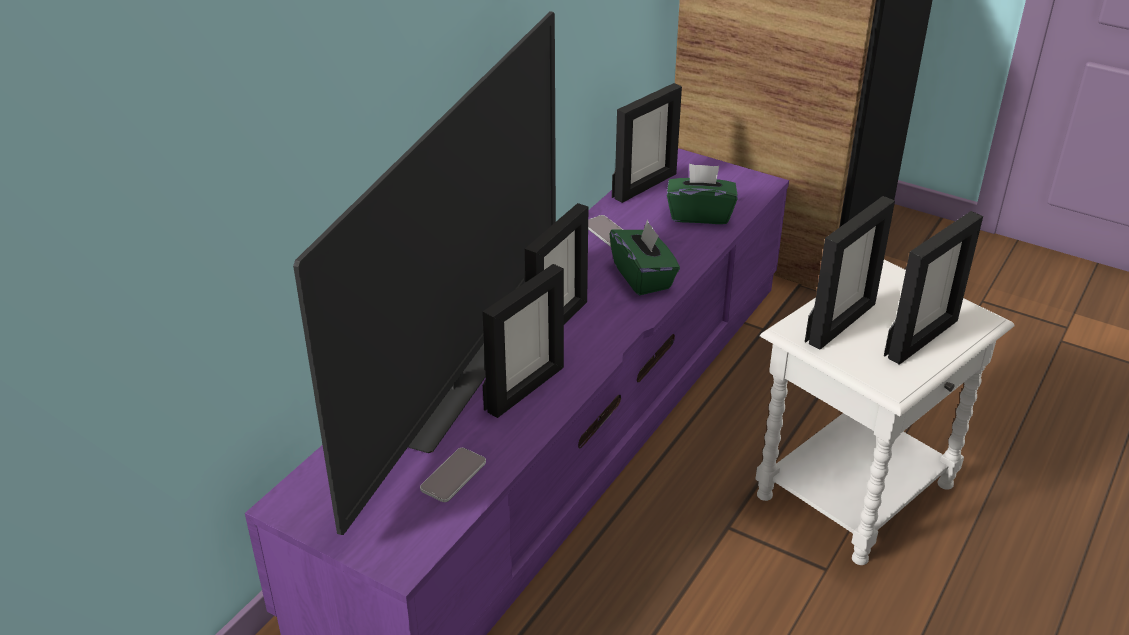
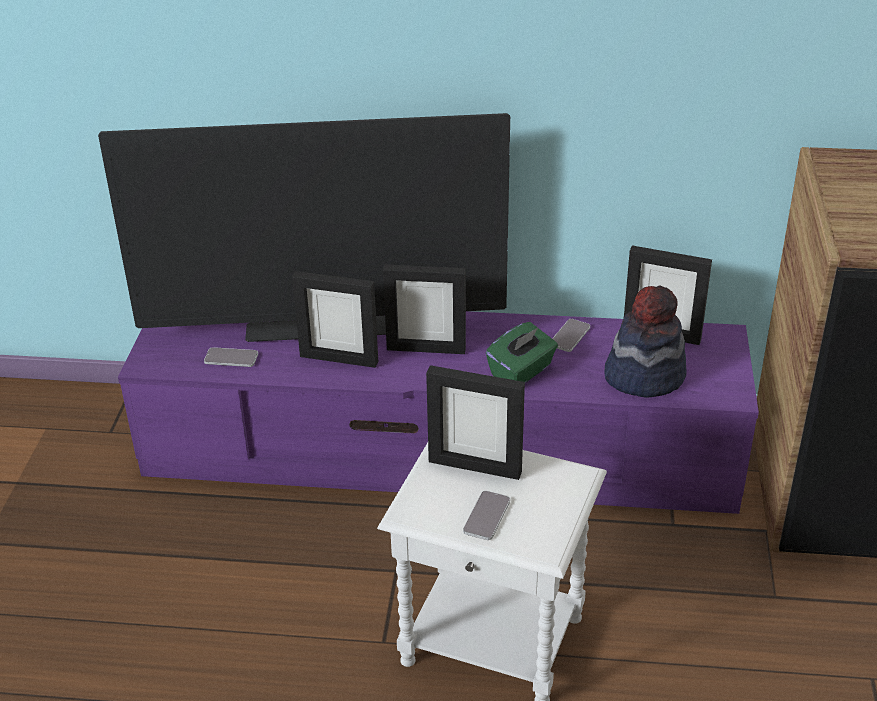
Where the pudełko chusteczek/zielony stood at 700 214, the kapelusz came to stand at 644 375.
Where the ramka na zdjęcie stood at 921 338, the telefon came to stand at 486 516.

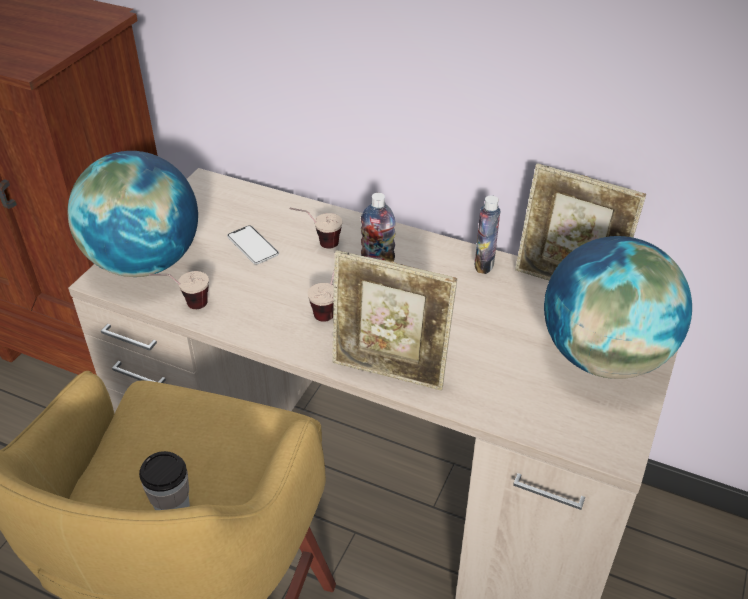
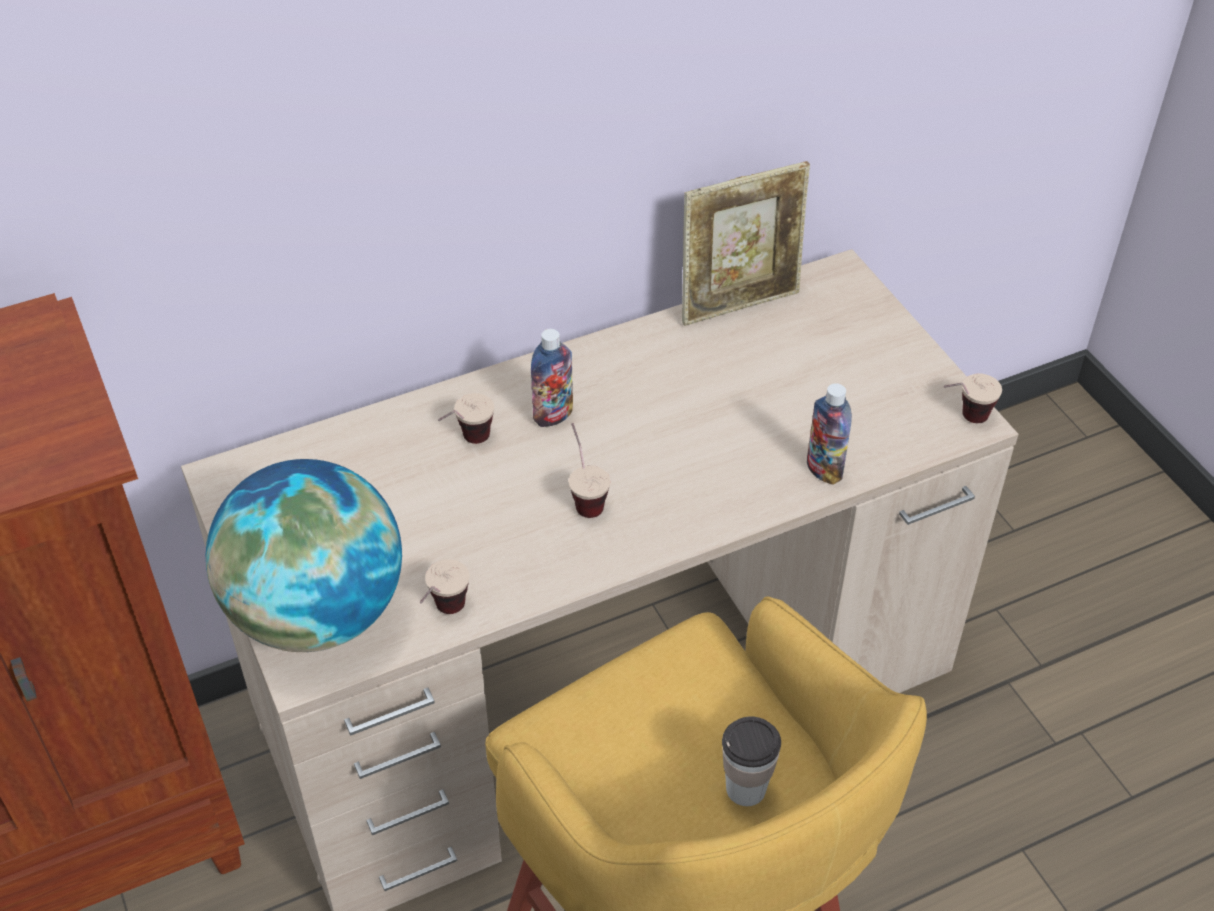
The second view lost the telefon at 252 246.
The second view lost the ramka na zdjęcie at 389 372.
The butelka ended up elsewhere, having gone from 484 264 to 824 470.
The second view lost the globus at 603 356.
The second view gained the filiżanka at 962 420.

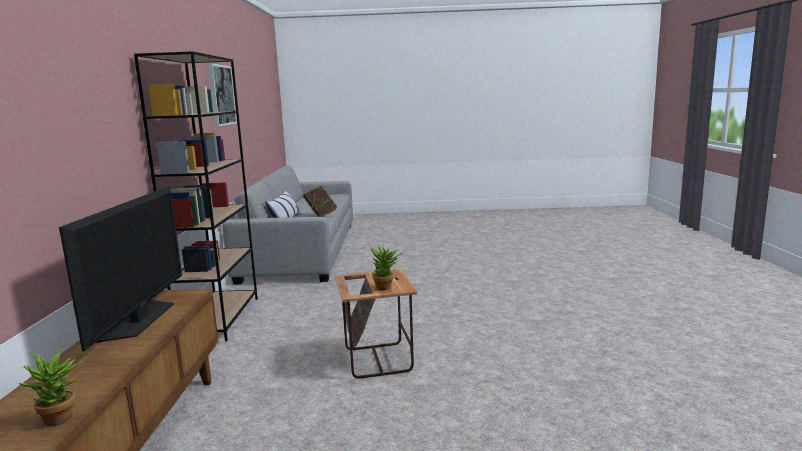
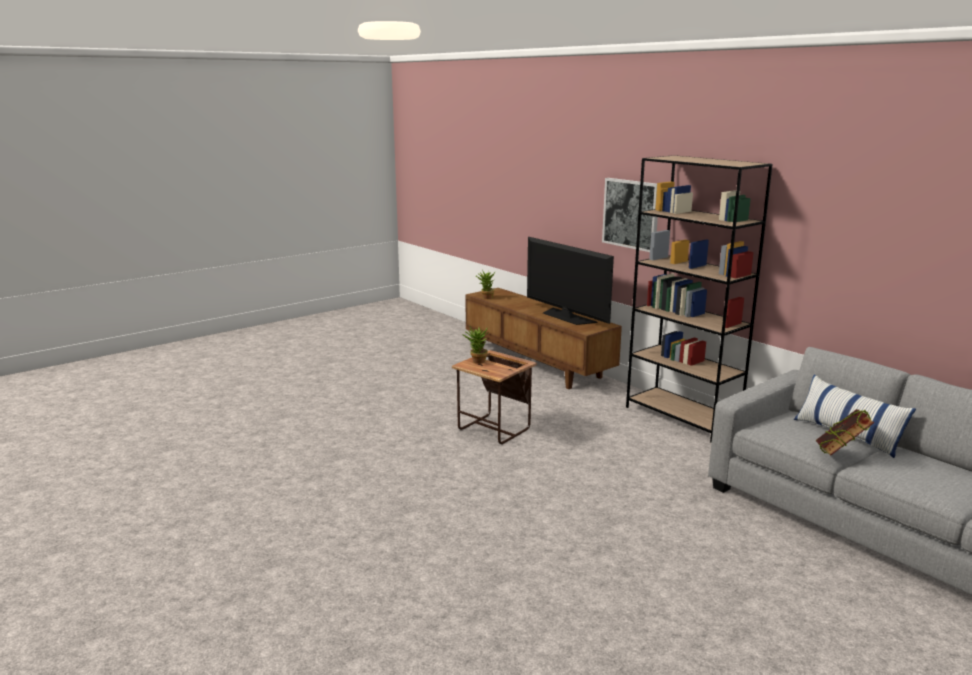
The obraz ended up elsewhere, having gone from 221 95 to 631 214.

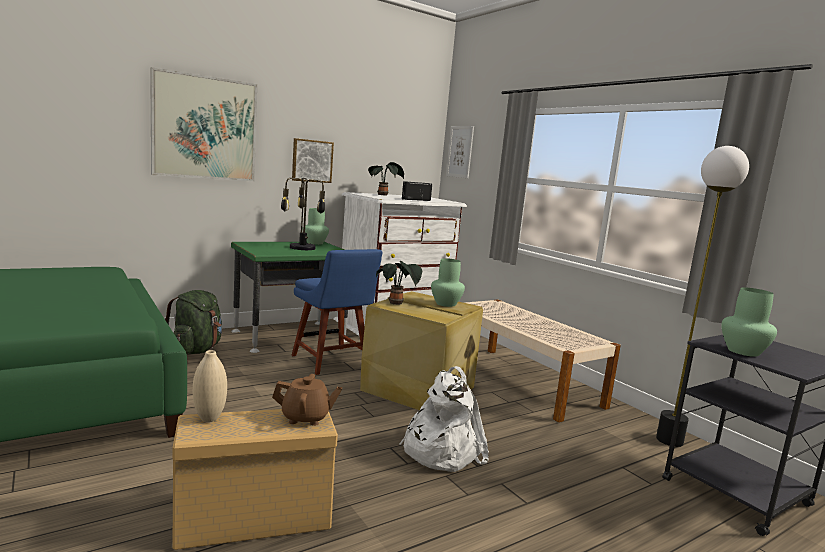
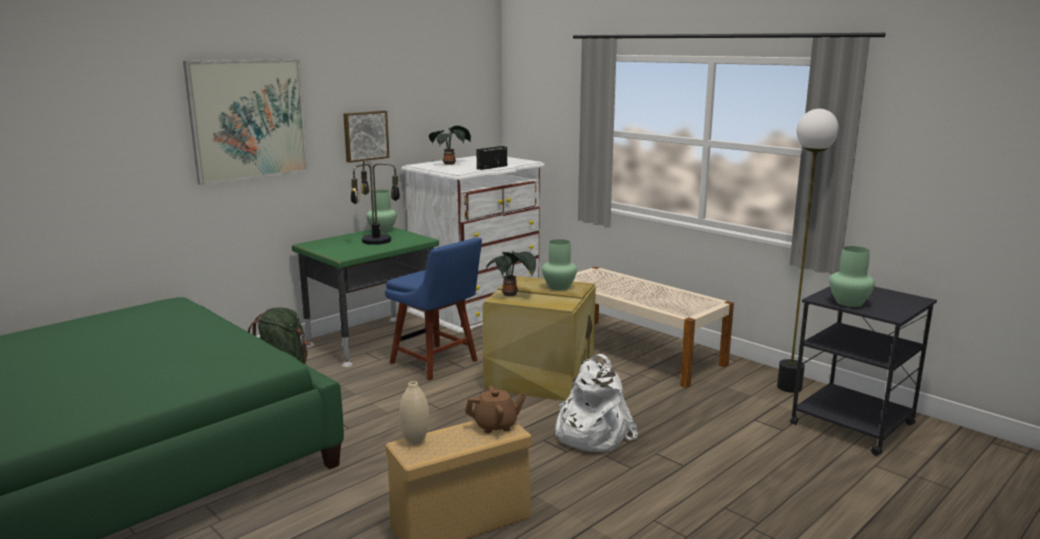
The second view lost the obraz at 460 152.

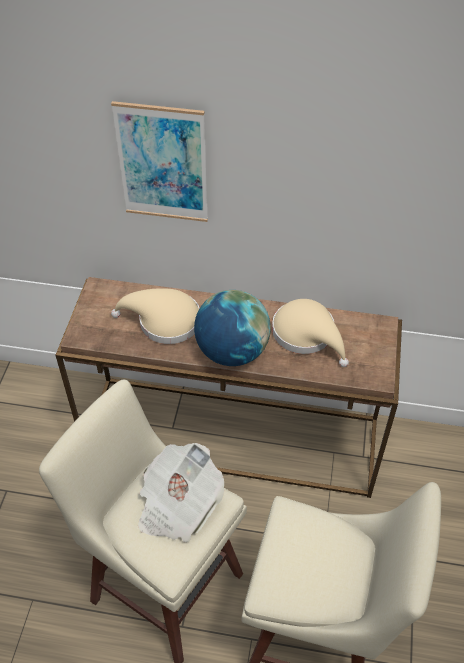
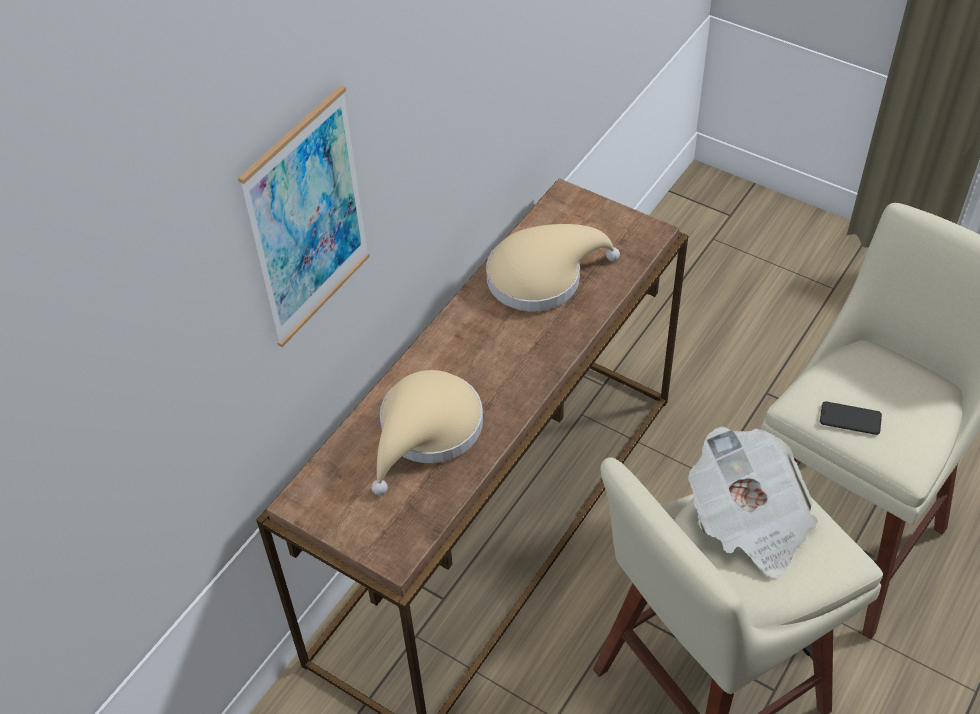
The second view lost the globus at 232 351.
The second view gained the telefon at 850 418.

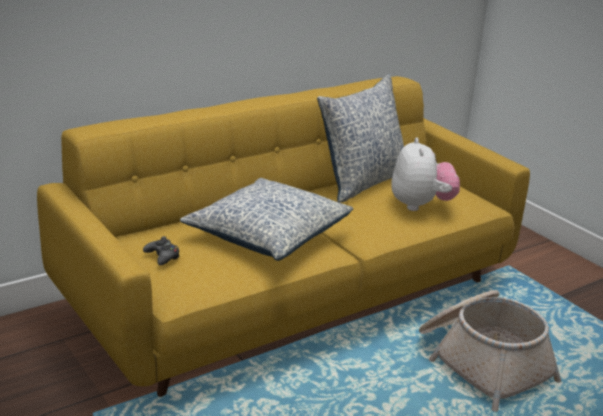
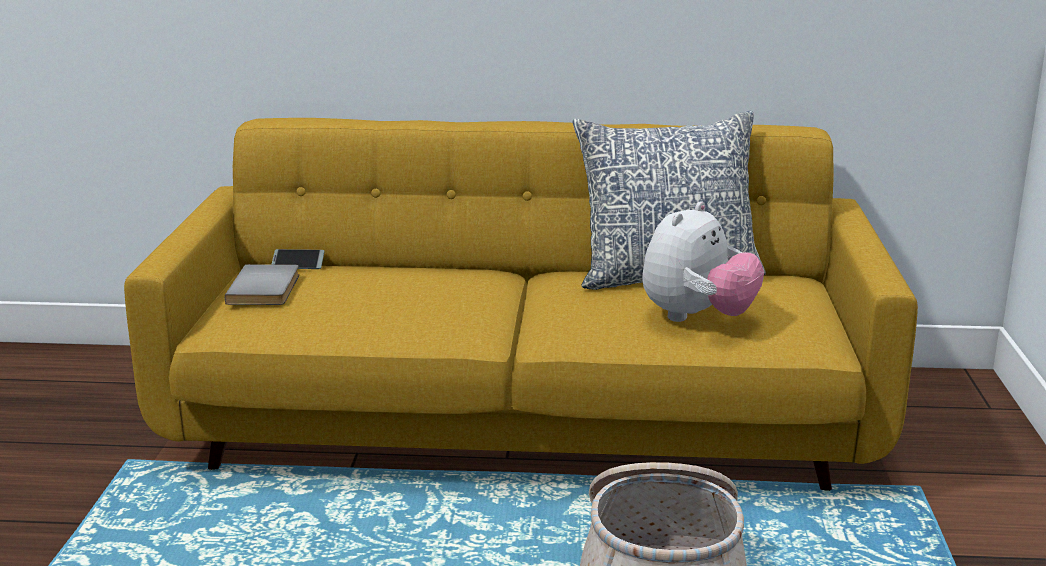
Where the pad do gier/czarny stood at 162 256, the książka/szary came to stand at 267 288.
The second view lost the poduszka at 268 234.
The second view gained the telefon at 298 265.

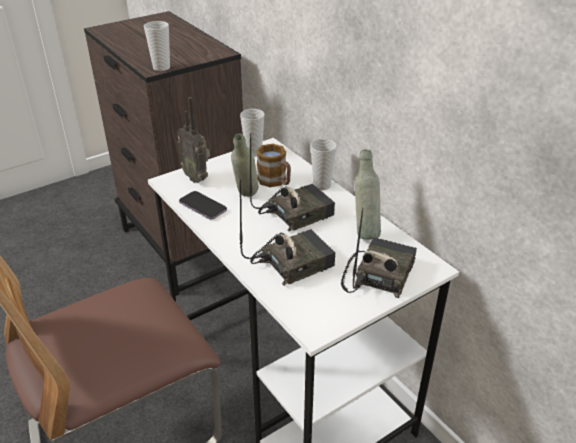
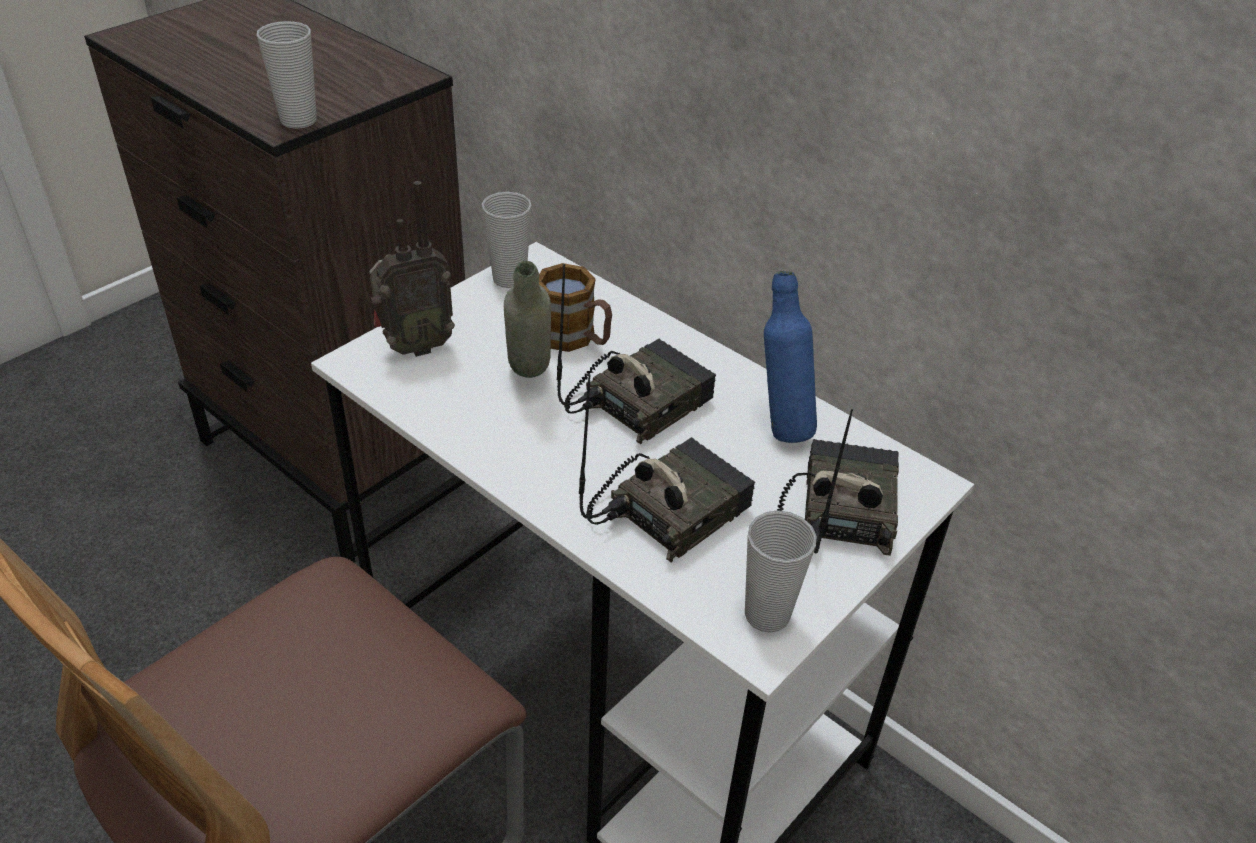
The radio at 197 177 ended up facing another way, 60 degrees counterclockwise from before.
The second view lost the telefon at 203 207.
The filiżanka ended up elsewhere, having gone from 321 185 to 767 615.
What was the butelka/szary at 364 232 turned into the butelka/niebieski at 780 426.

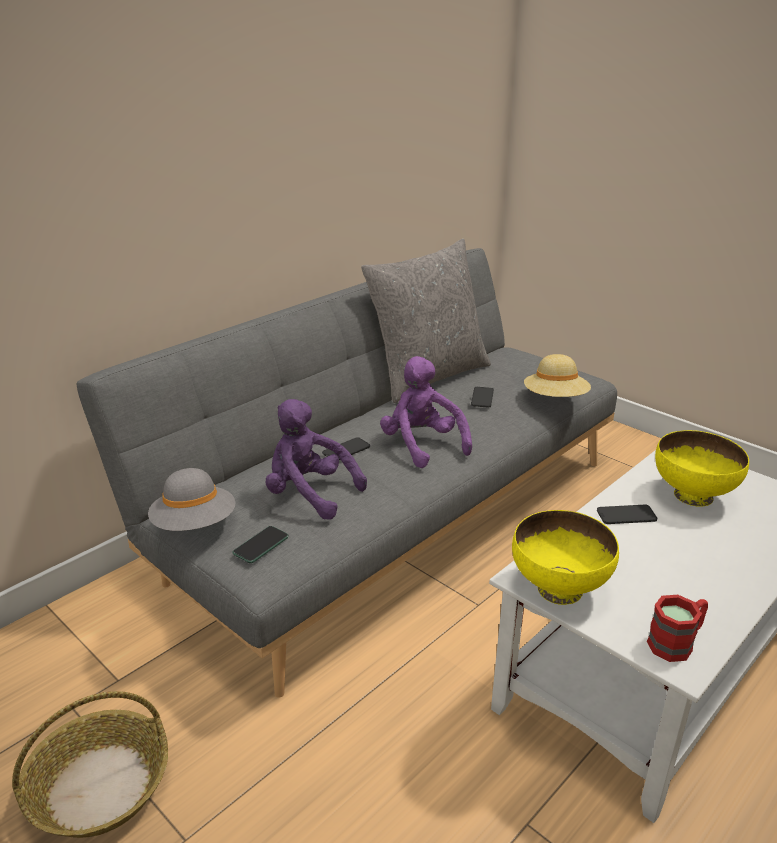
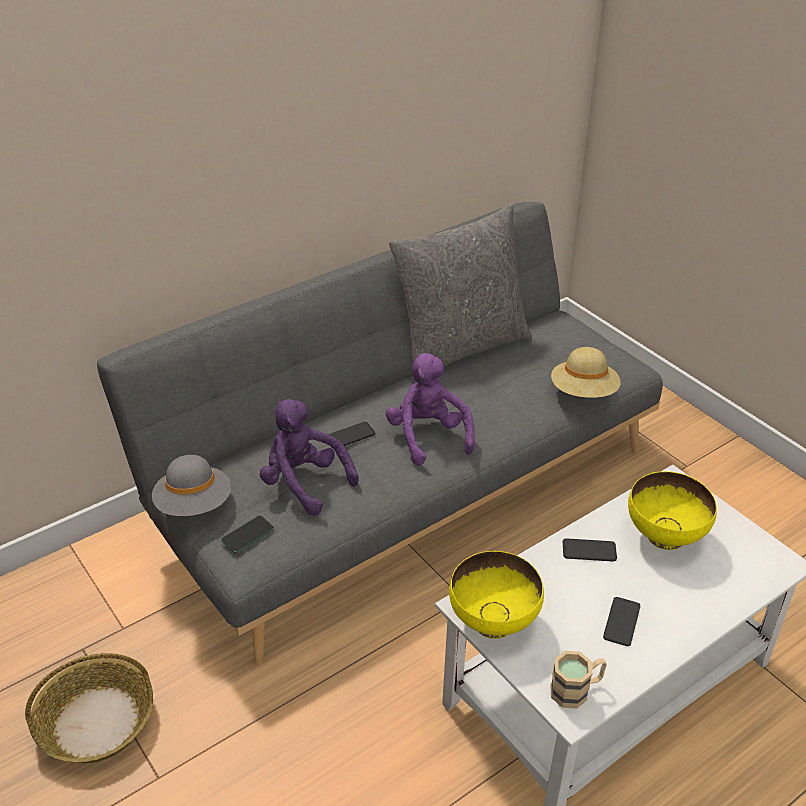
The telefon ended up elsewhere, having gone from 482 397 to 621 622.
What was the kubek/czerwony at 676 642 turned into the kubek/beżowy at 576 690.

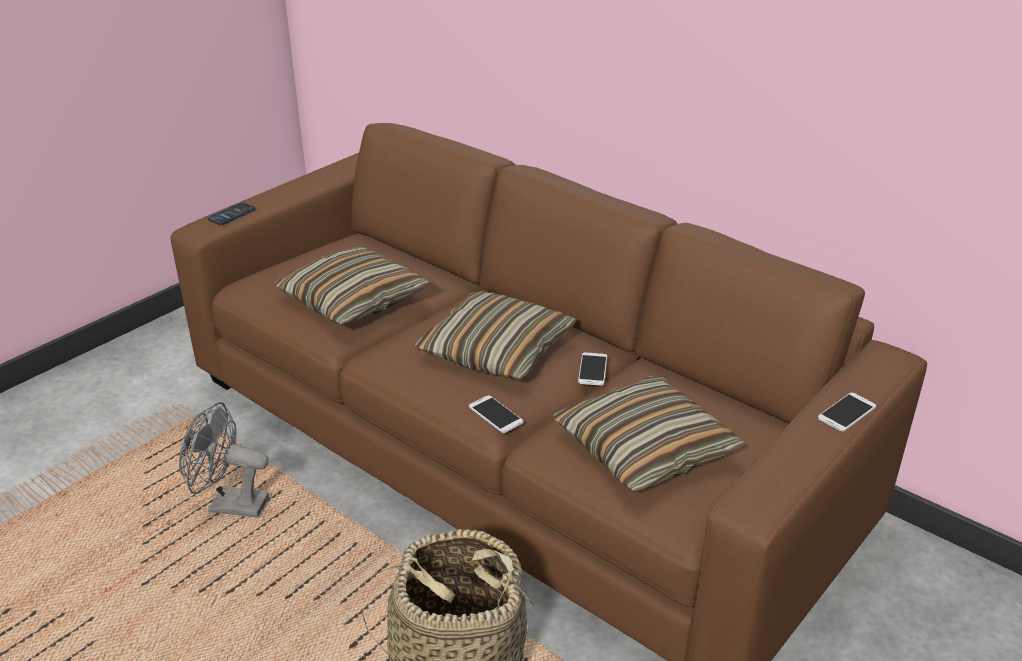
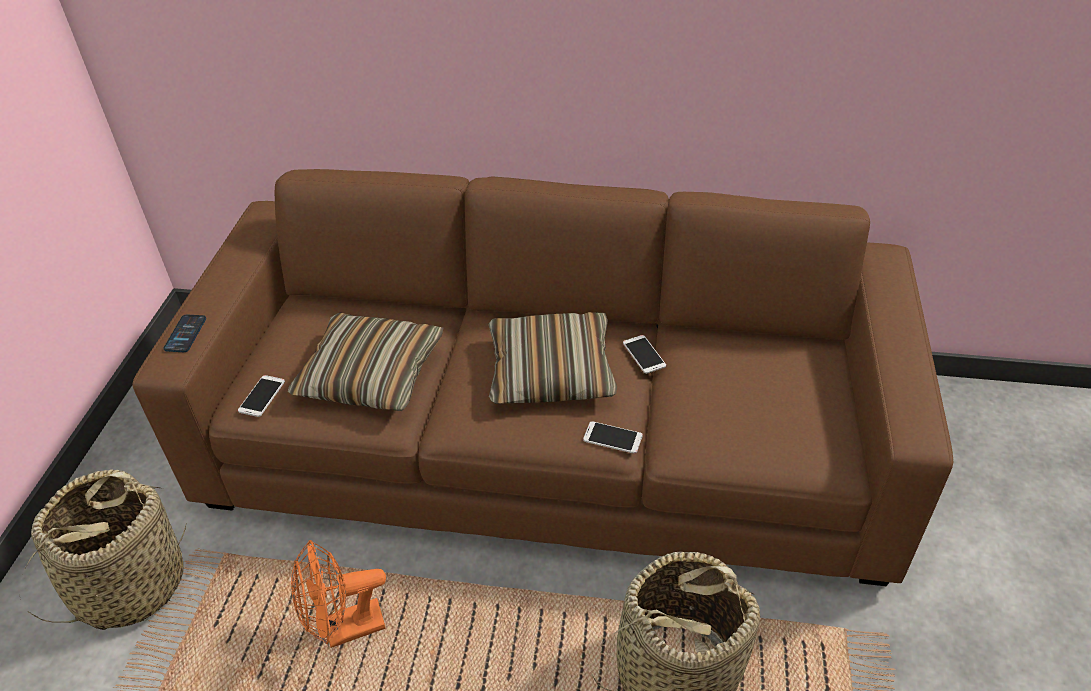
What was the wentylator/szary at 229 505 turned into the wentylator/pomarańczowy at 345 629.
The second view lost the poduszka at 645 449.
The telefon ended up elsewhere, having gone from 846 412 to 262 396.
The second view gained the koszyk at 130 585.

